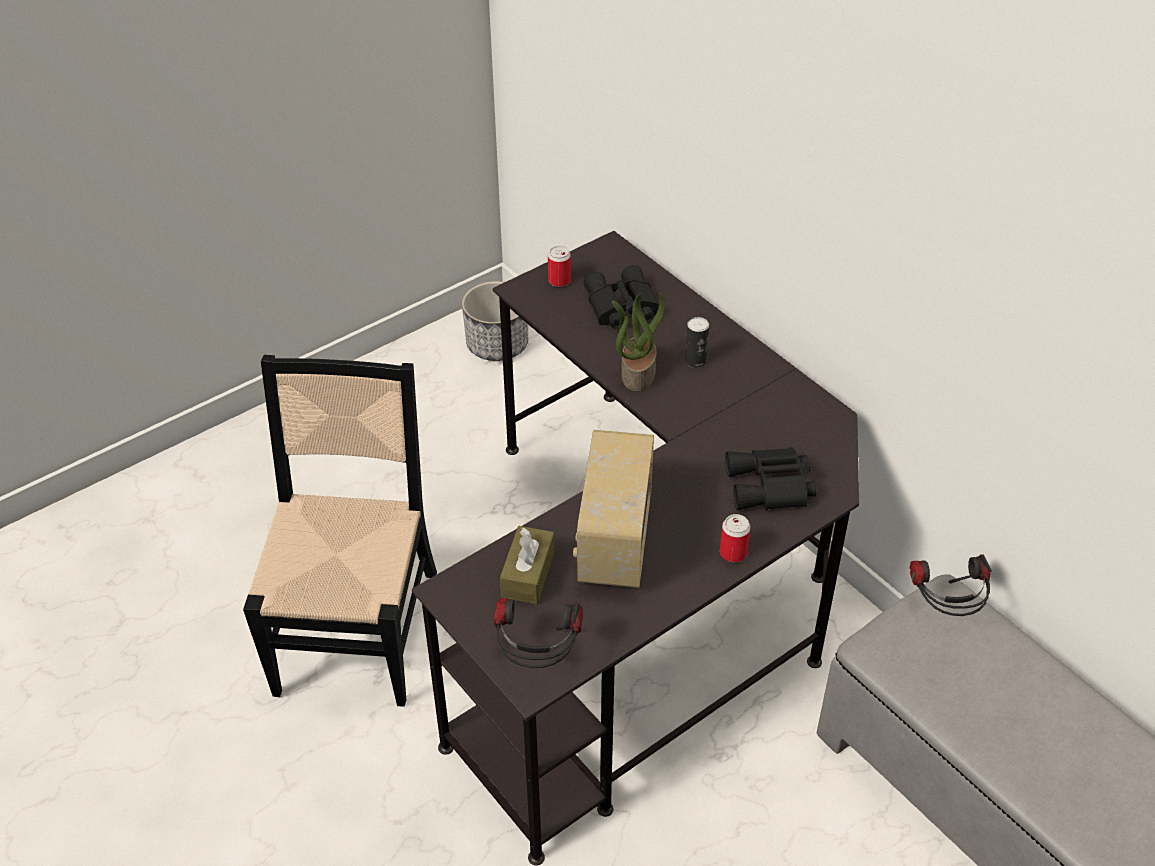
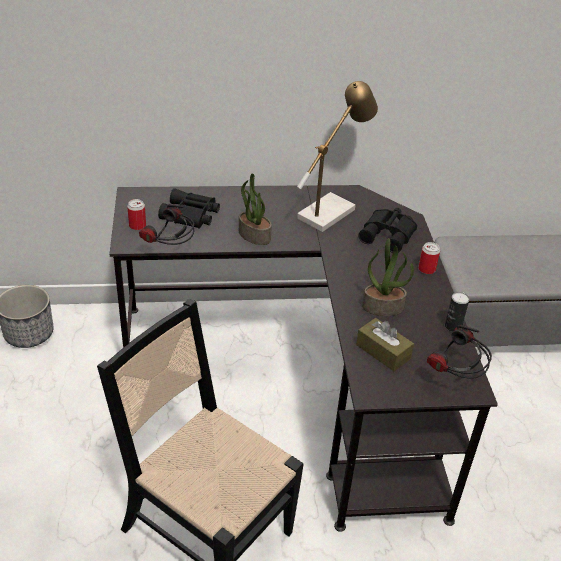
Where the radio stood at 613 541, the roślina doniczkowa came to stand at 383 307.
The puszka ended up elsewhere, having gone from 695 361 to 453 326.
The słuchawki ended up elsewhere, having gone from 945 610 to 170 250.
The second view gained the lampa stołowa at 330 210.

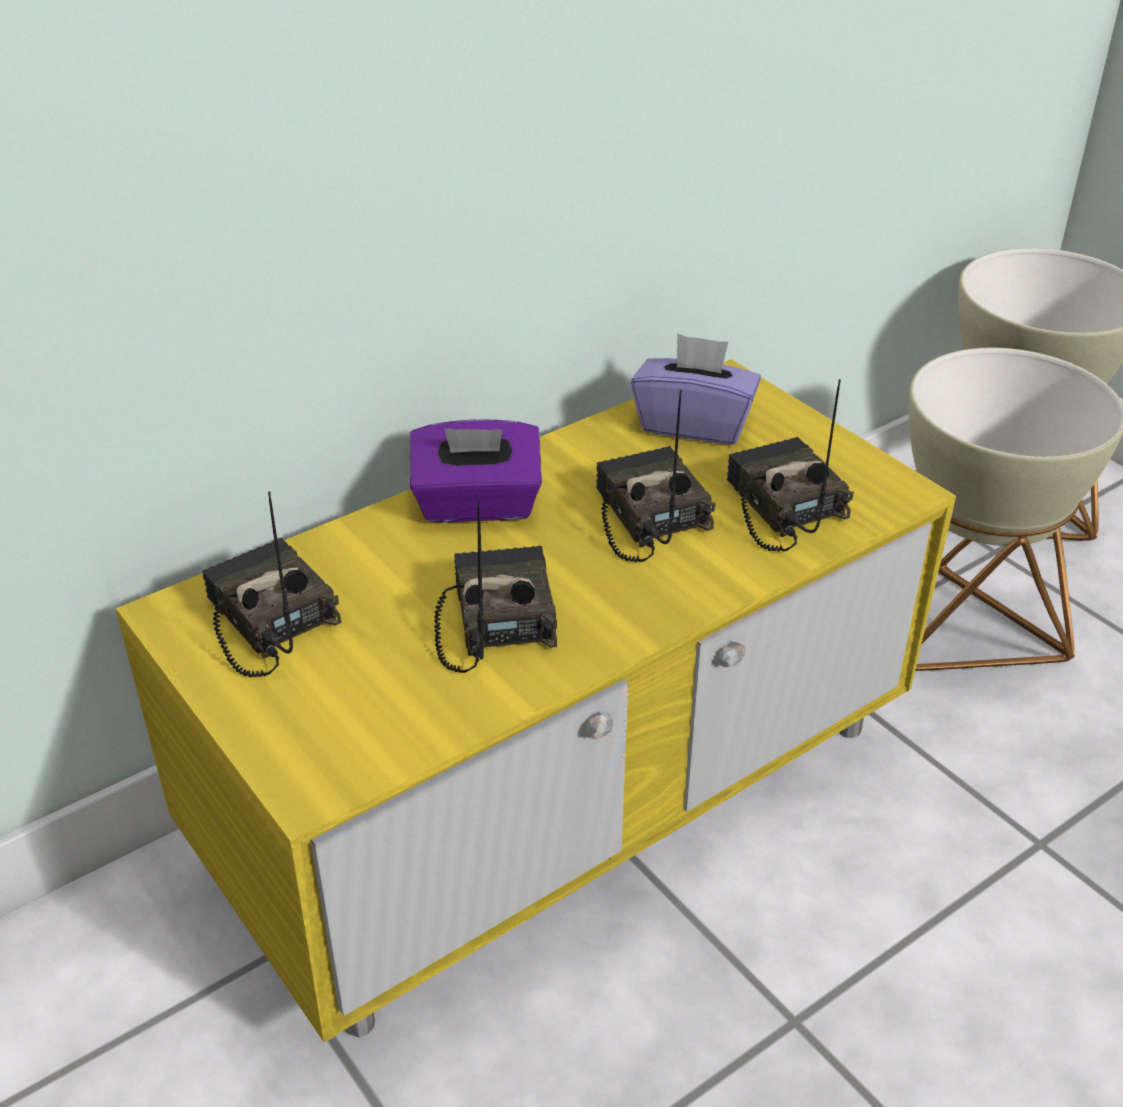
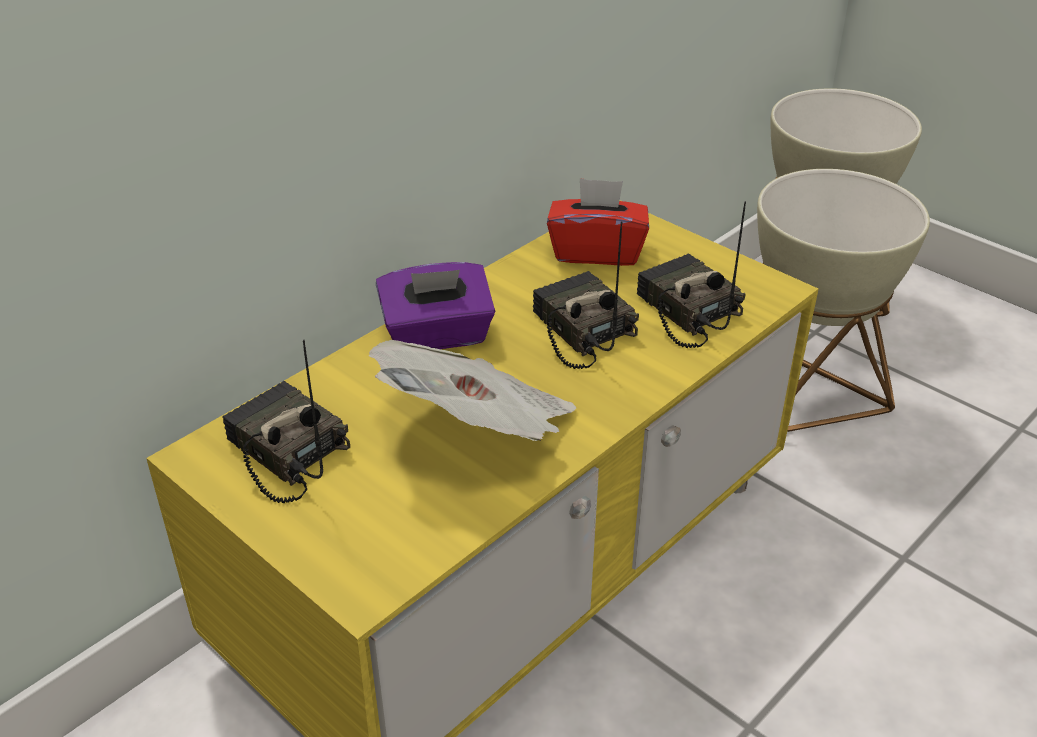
Where the radio stood at 494 620, the gazeta came to stand at 479 430.
What was the pudełko chusteczek/fioletowy at 694 424 turned into the pudełko chusteczek/czerwony at 596 251.

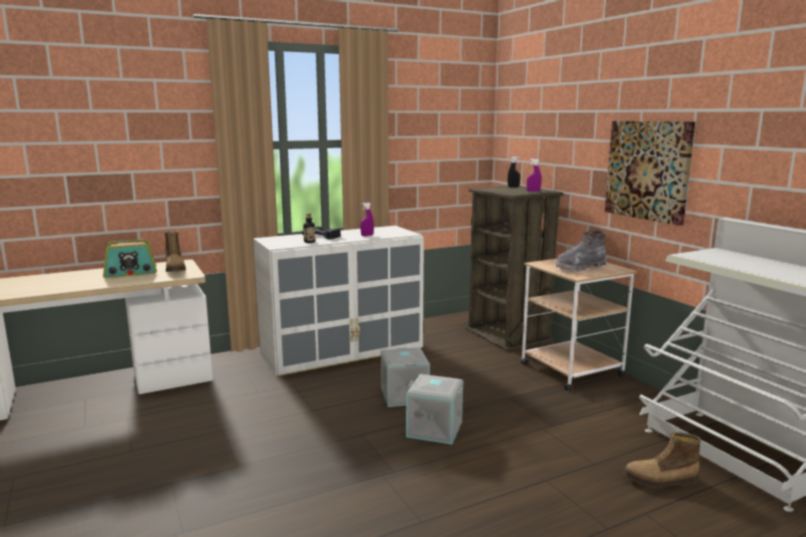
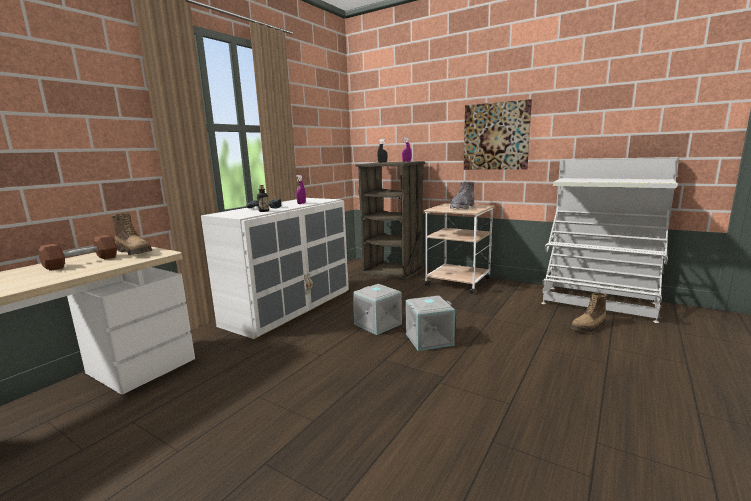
Where the radio stood at 130 272, the hantel/brązowy came to stand at 82 262.

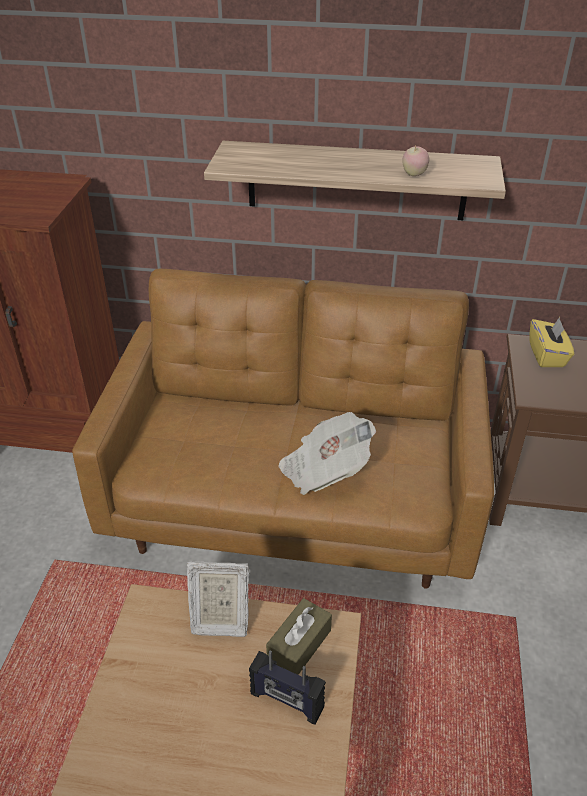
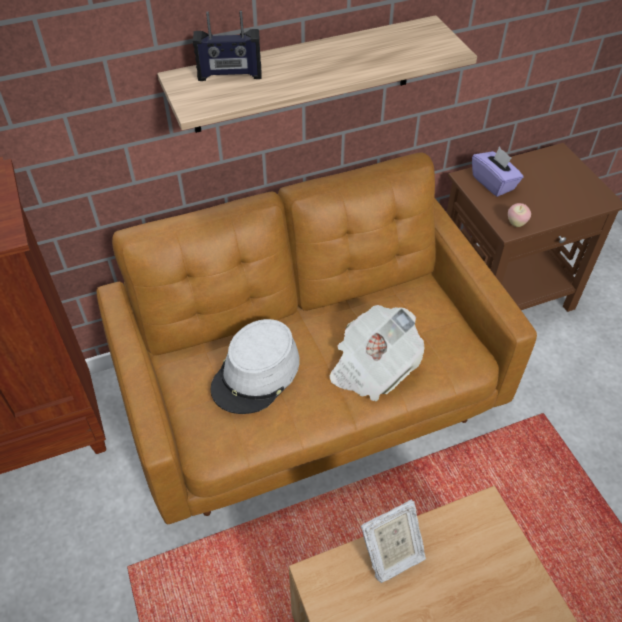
The radio ended up elsewhere, having gone from 286 701 to 230 75.
The second view lost the pudełko chusteczek/brązowy at 299 645.
The jabłko ended up elsewhere, having gone from 414 174 to 516 223.
What was the pudełko chusteczek/żółty at 547 355 turned into the pudełko chusteczek/fioletowy at 493 183.
The second view gained the kapelusz/szary at 256 374.

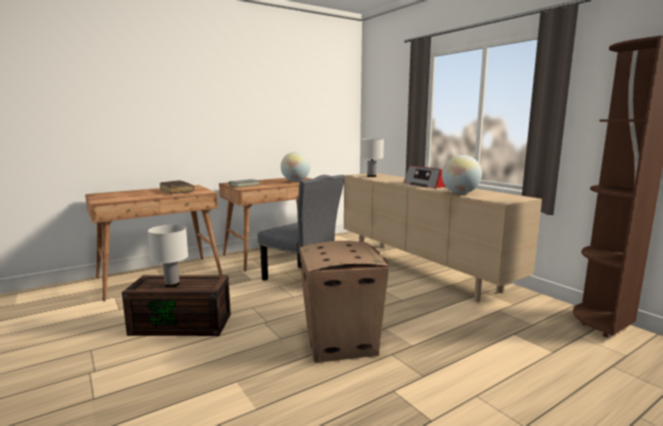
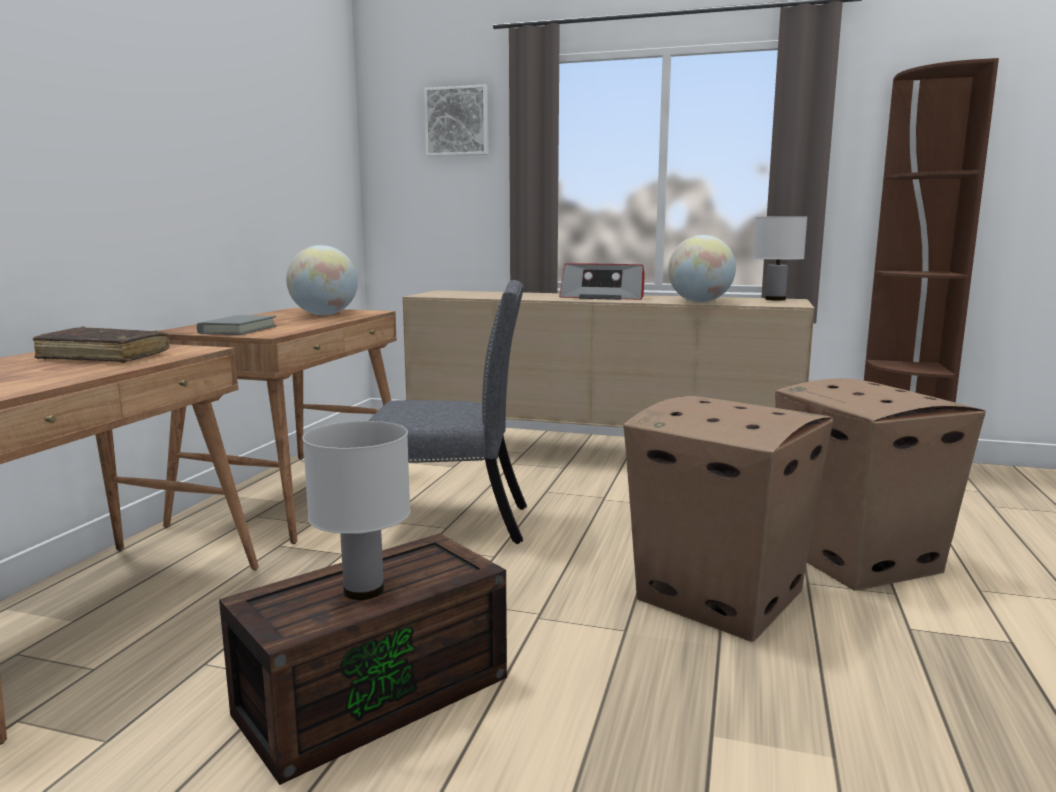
The lampa stołowa/biały ended up elsewhere, having gone from 371 176 to 774 299.
The second view gained the obraz at 457 121.
The second view gained the karton at 859 559.

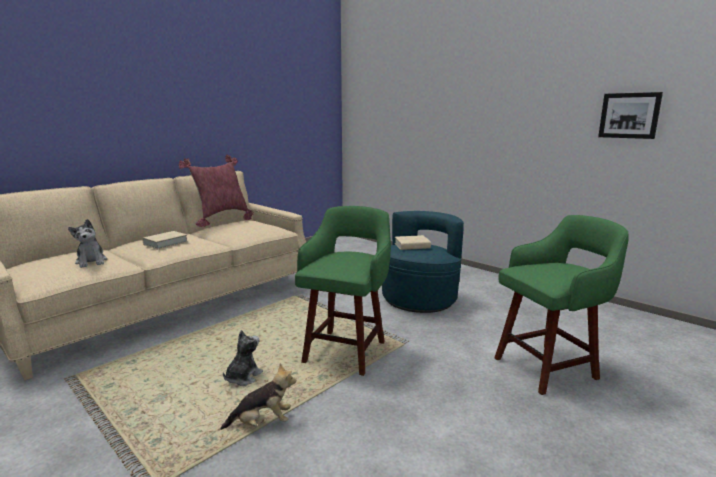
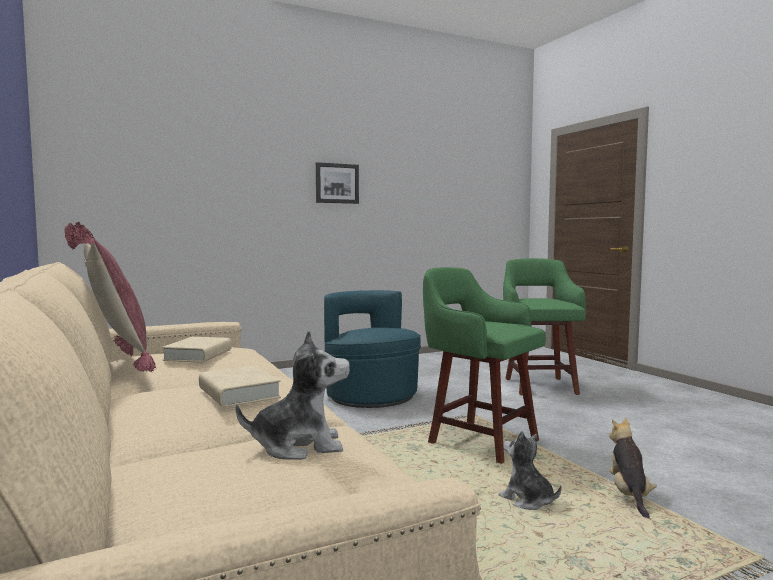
The książka/beżowy ended up elsewhere, having gone from 412 246 to 198 355.
The obraz ended up elsewhere, having gone from 629 115 to 337 183.

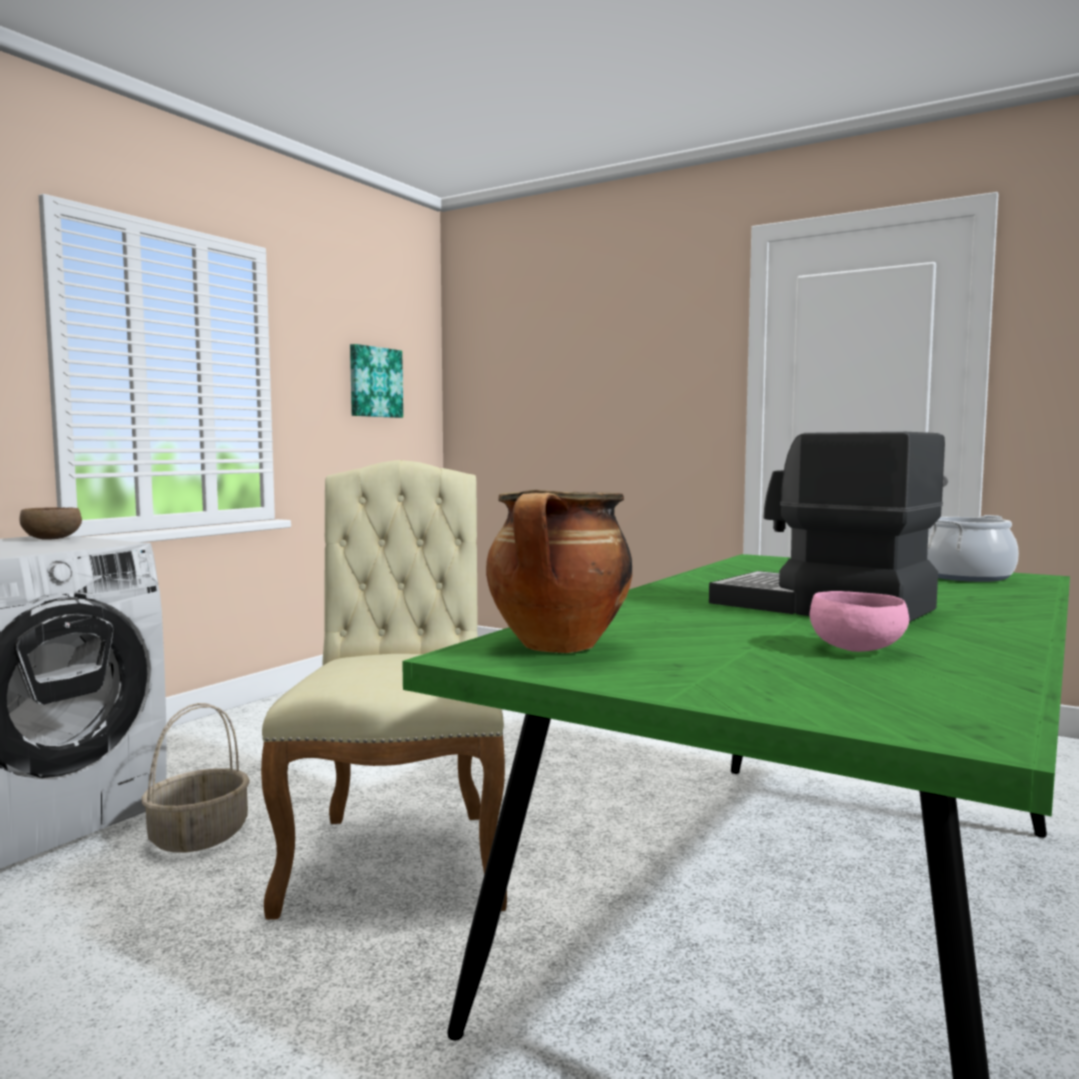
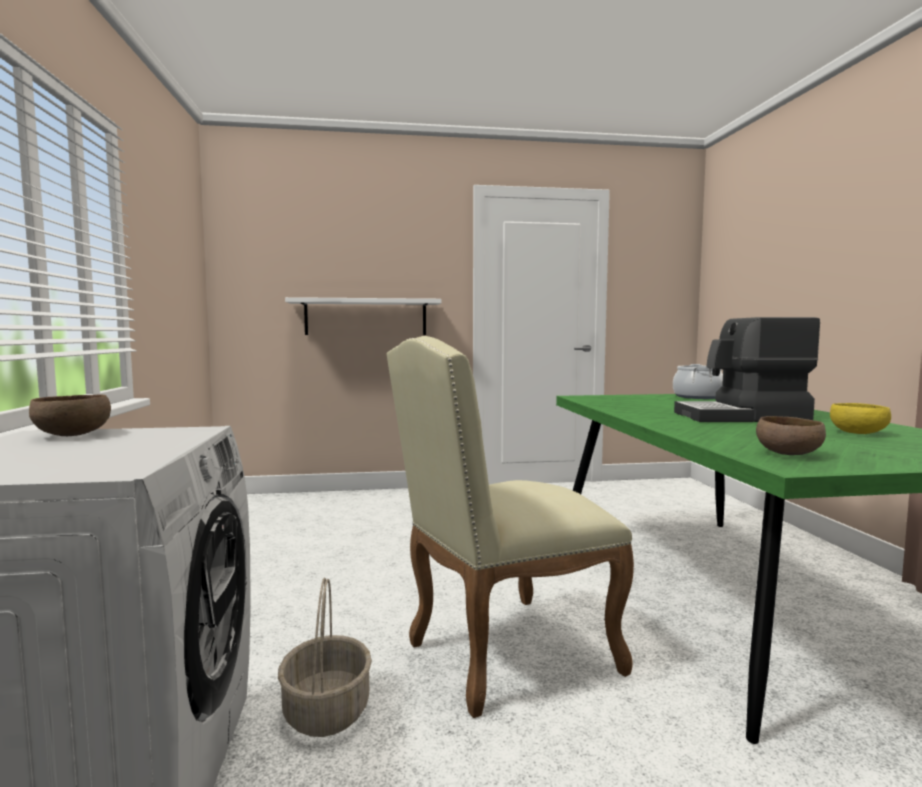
The krzesło/beżowy at 398 857 ended up facing another way, 75 degrees counterclockwise from before.
The second view lost the obraz at 374 382.
Where the garnek stood at 559 647, the miska/brązowy came to stand at 790 454.
What was the miska/różowy at 858 649 turned into the miska/żółty at 858 433.
The second view gained the półka/biały at 366 317.

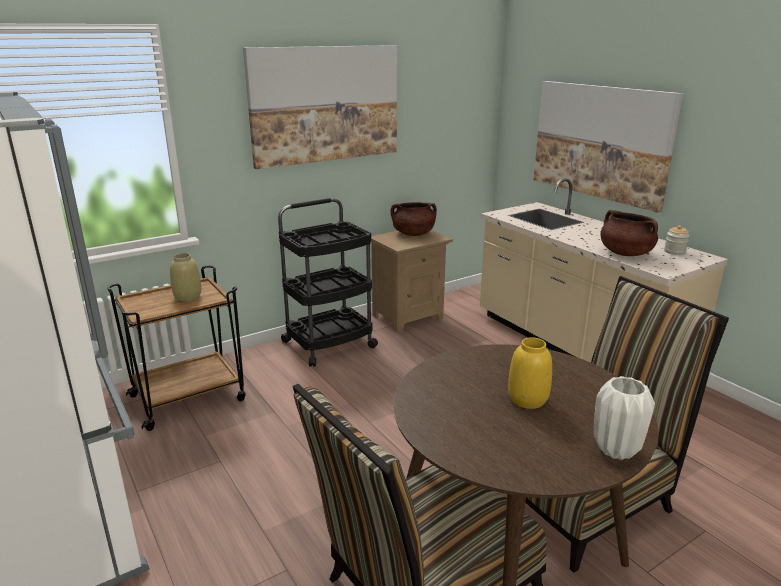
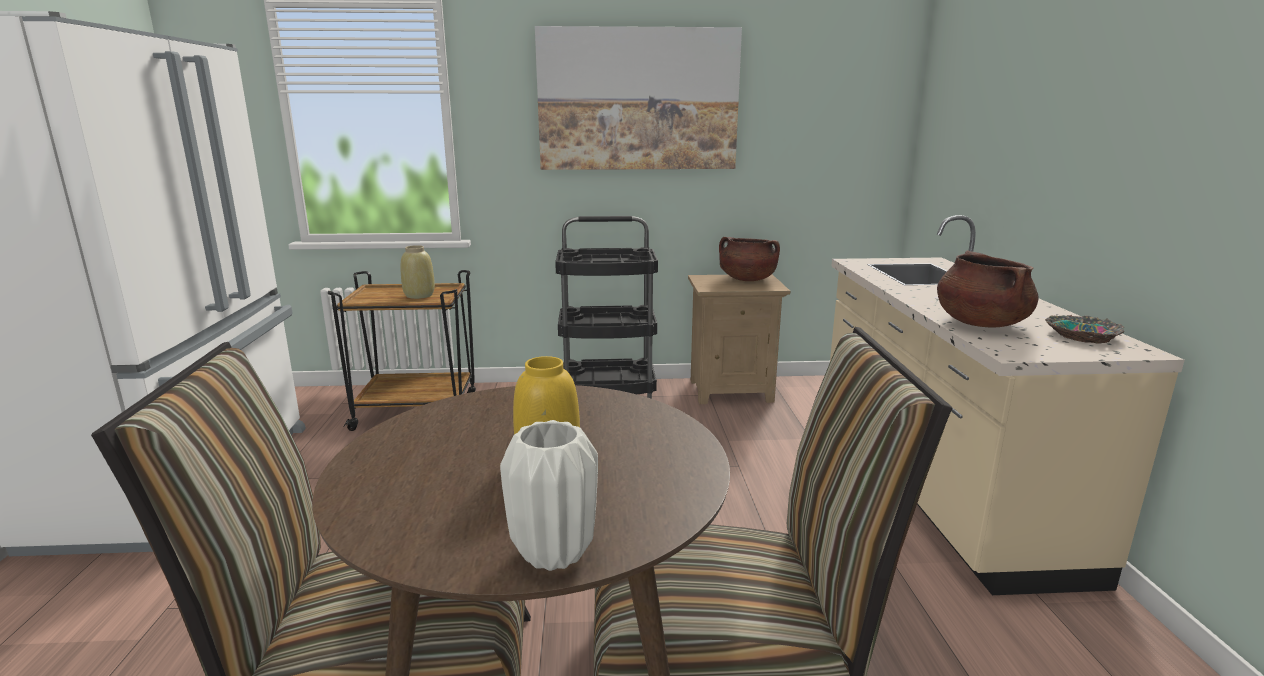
The second view lost the obraz at 601 142.
Where the słoik stood at 674 252, the miska came to stand at 1081 335.

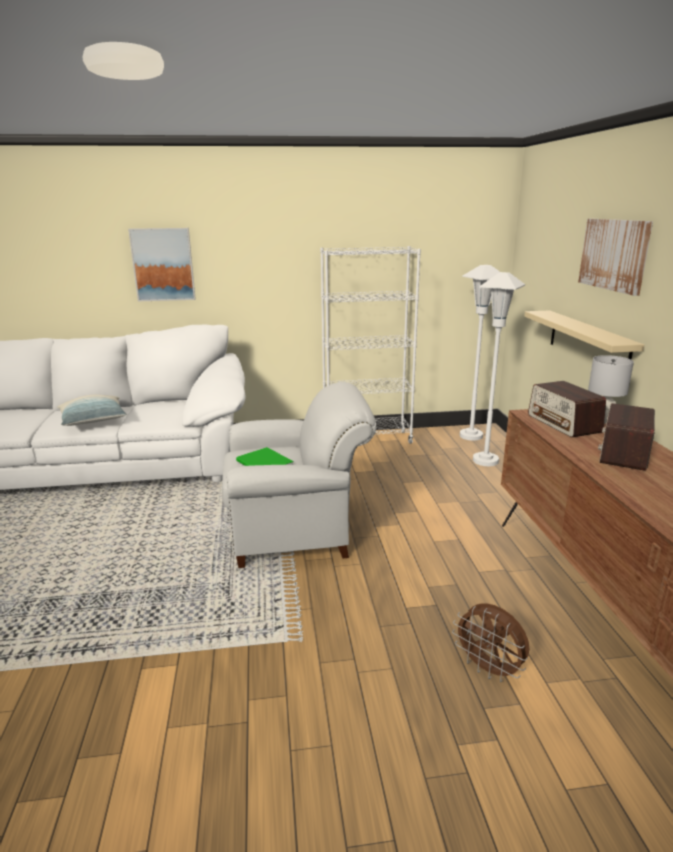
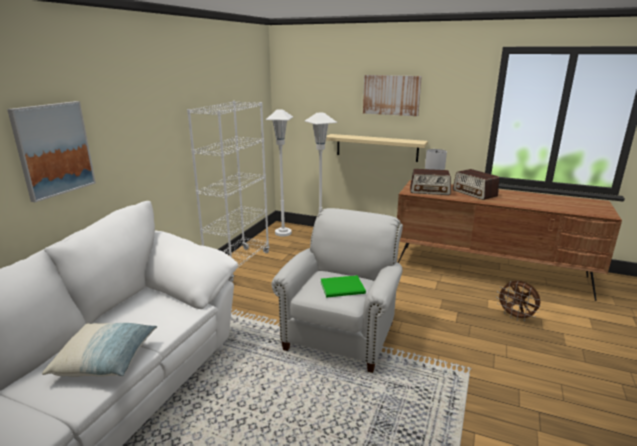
The wentylator/brązowy at 489 669 ended up facing another way, 60 degrees clockwise from before.

